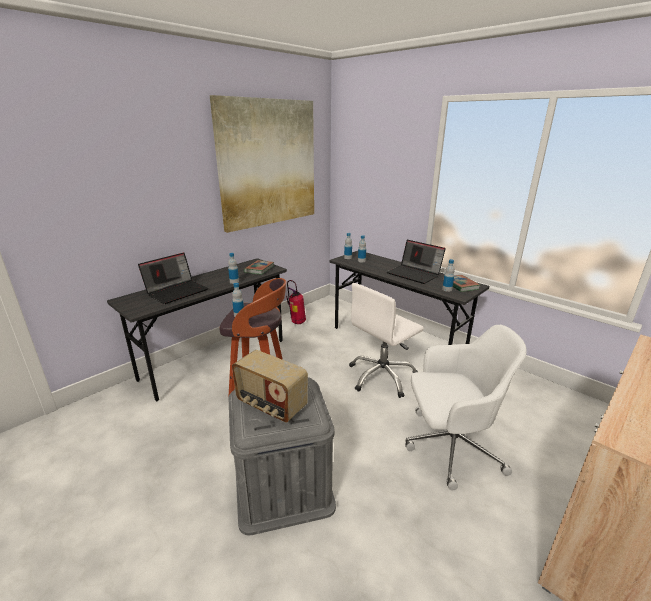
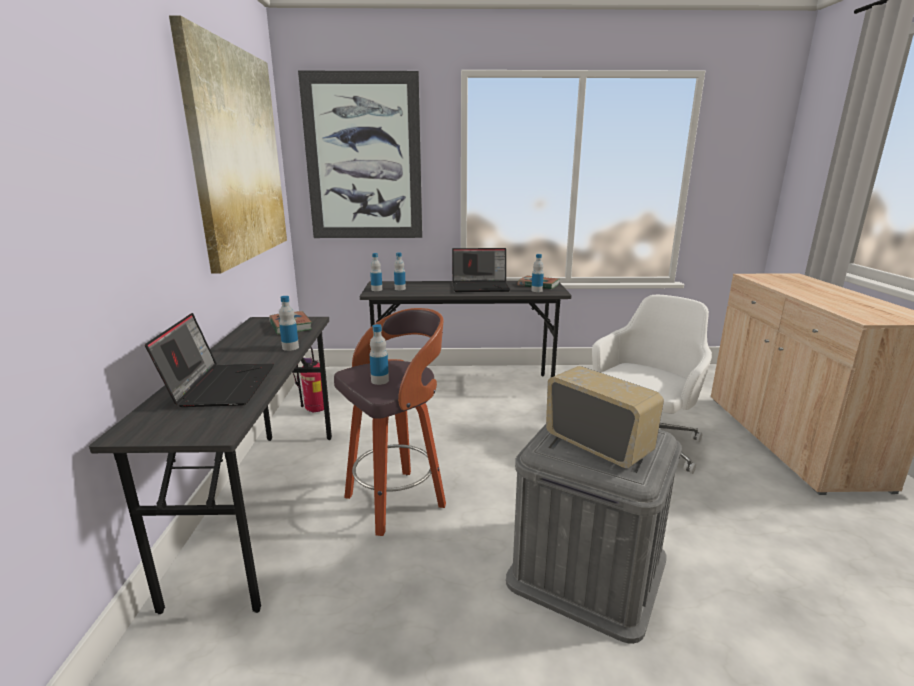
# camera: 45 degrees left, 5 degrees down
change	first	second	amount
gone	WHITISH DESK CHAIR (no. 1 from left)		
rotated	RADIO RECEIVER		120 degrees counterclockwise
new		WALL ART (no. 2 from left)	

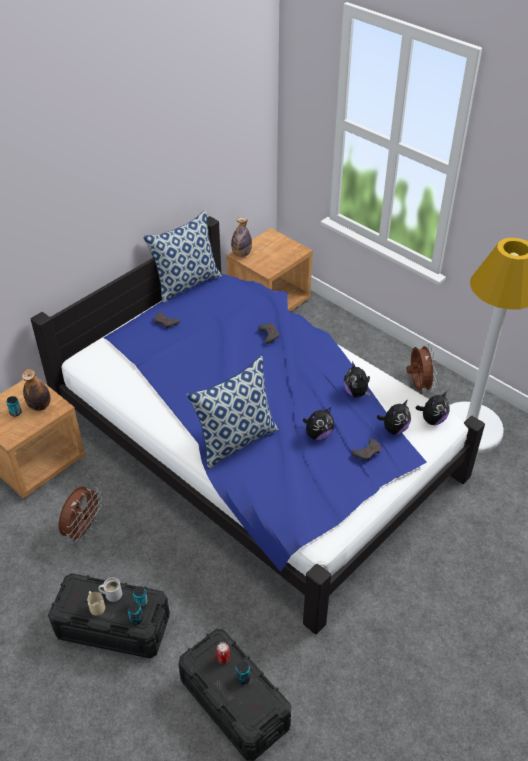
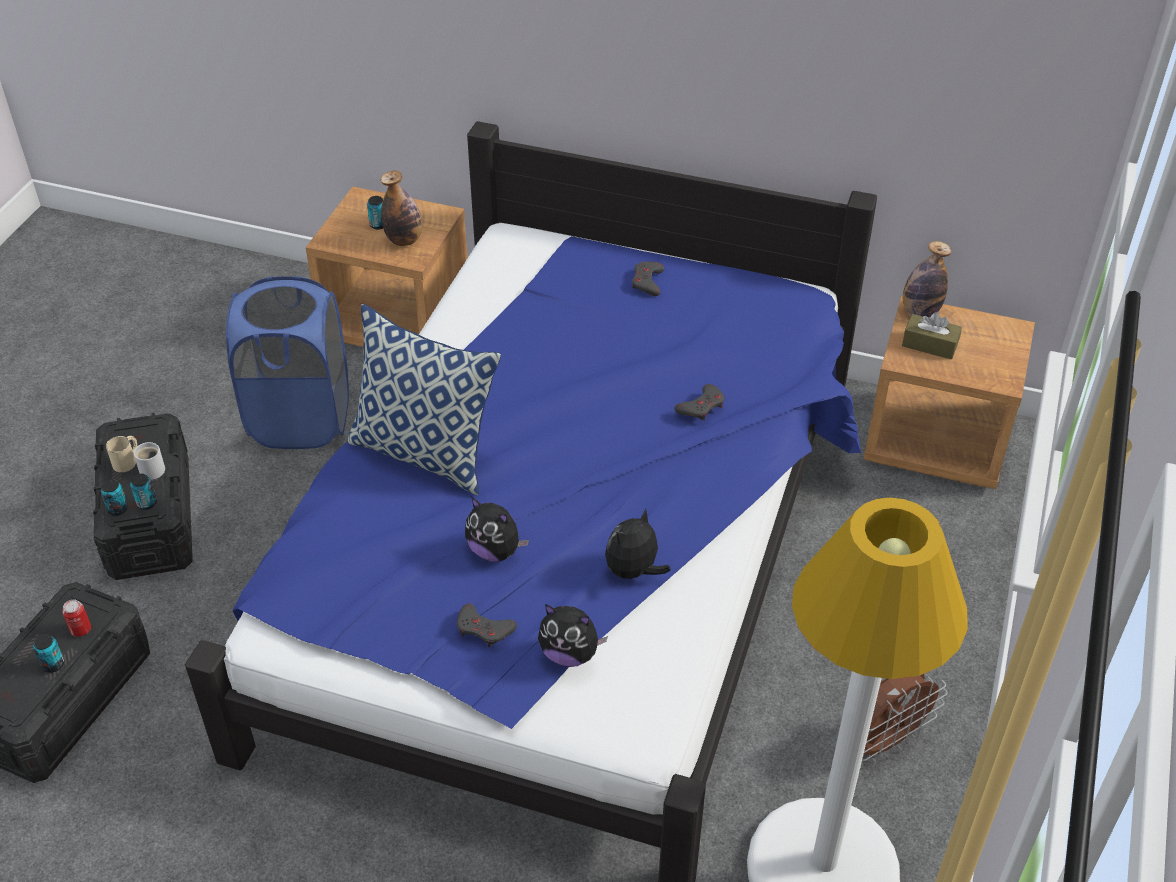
# camera: 65 degrees right, 0 degrees up
change	first	second	amount
gone	PILLOW (no. 1 from left)		
gone	CUDDLY TOY (no. 4 from left)		
swapped	BROWN ELECTRIC FAN (no. 1 from left)	BLUISH LAUNDRY BASKET	
new		BROWN BOX OF TISSUES	

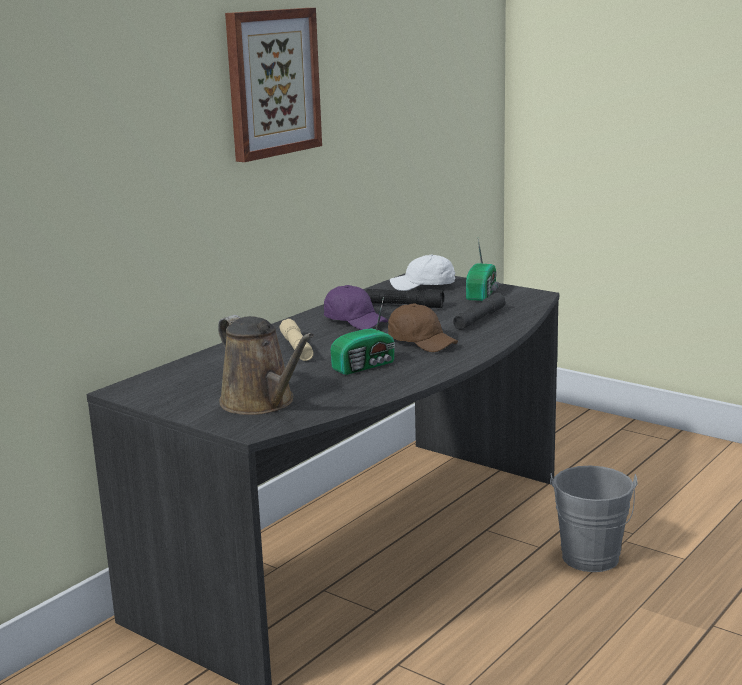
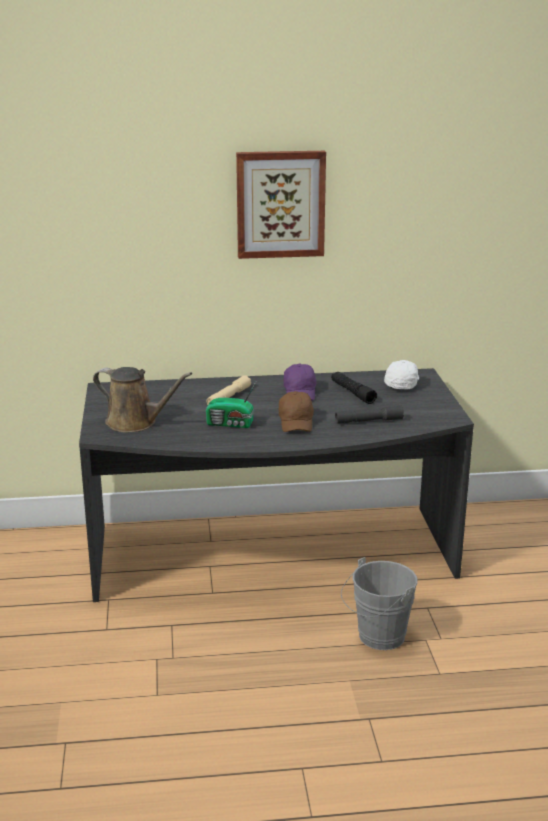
# camera: 45 degrees right, 5 degrees up
change	first	second	amount
gone	RADIO RECEIVER (no. 2 from left)		
rotated	WHITISH PEAKED CAP		60 degrees clockwise
rotated	BROWN WATERING CAN		75 degrees counterclockwise

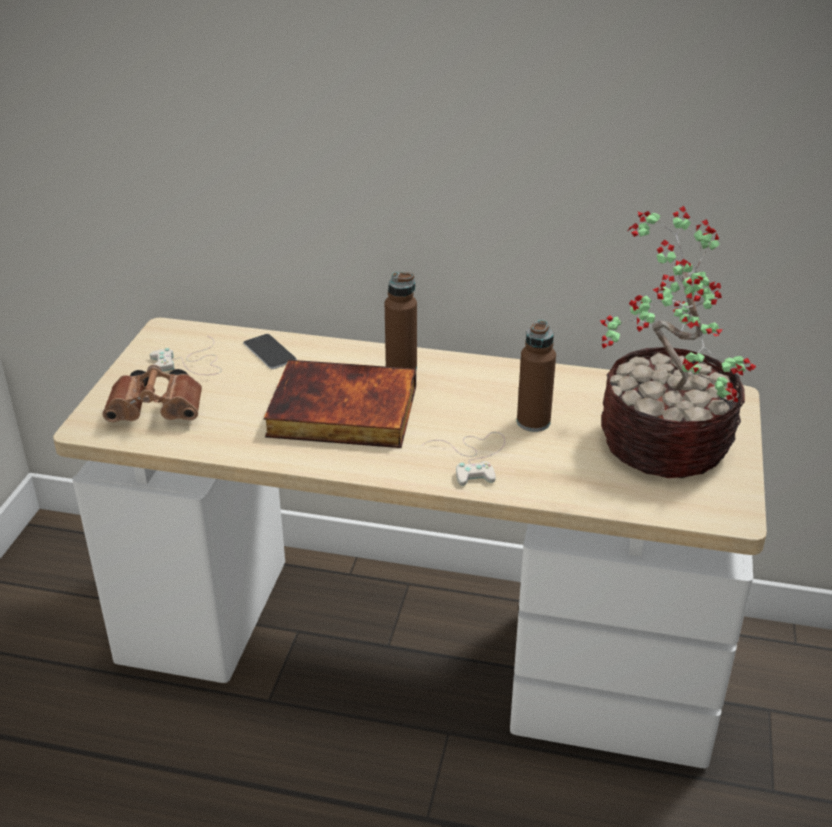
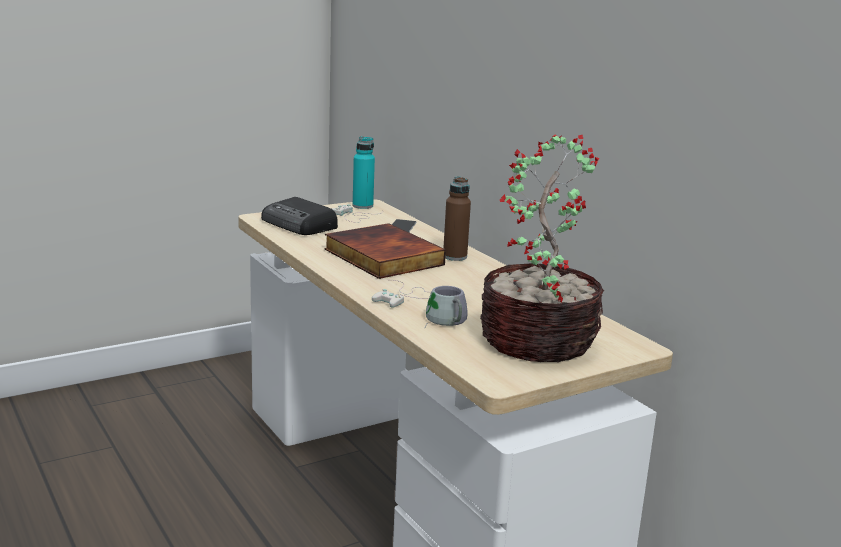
# camera: 45 degrees right, 15 degrees down
change	first	second	amount
gone	BROWN BOTTLE (no. 2 from left)		
swapped	BROWN BINOCULARS	RADIO RECEIVER	
new		TURQUOISE-COLOURED BOTTLE	
new		GREY TEA MUG	

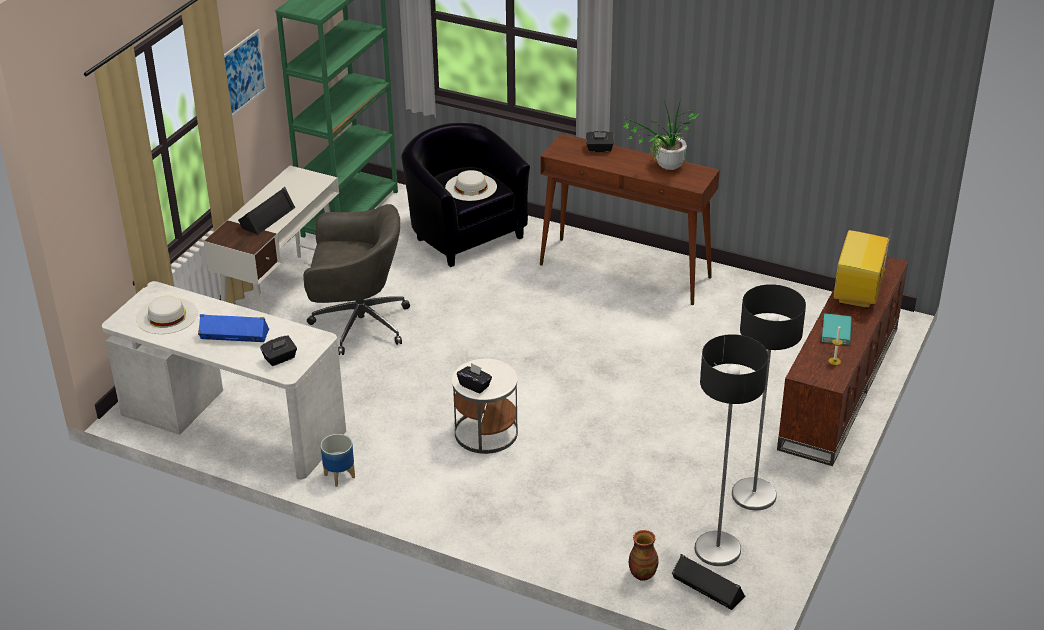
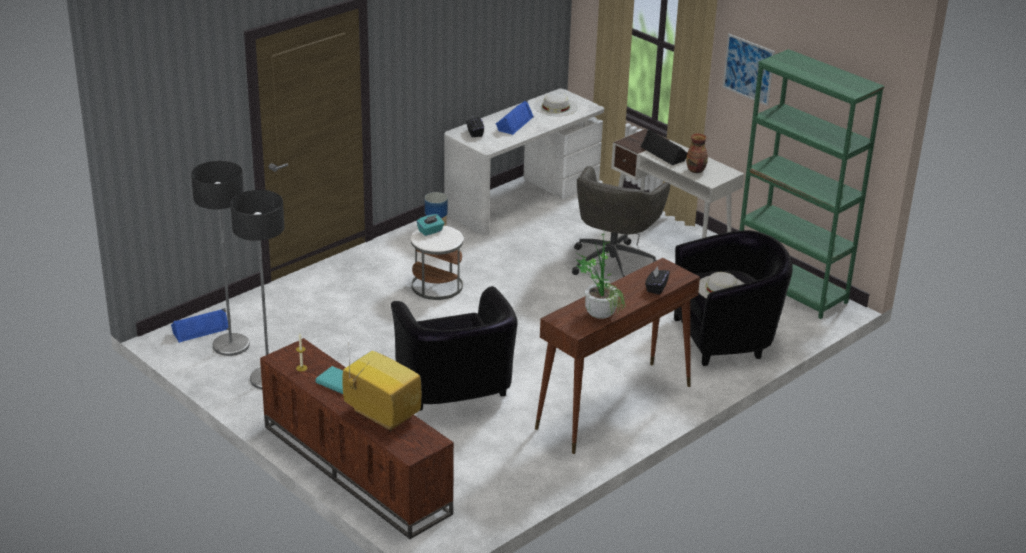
# camera: 110 degrees right, 5 degrees down
change	first	second	amount
repainted	BLACK BOX OF TISSUES (no. 2 from left)	TURQUOISE-COLOURED BOX OF TISSUES	
shifted	DECORATIVE VASE		
repainted	BLACK LOUDSPEAKER (no. 2 from left)	BLUISH LOUDSPEAKER (no. 1 from left)	
new		BLACK EASY CHAIR (no. 1 from left)	

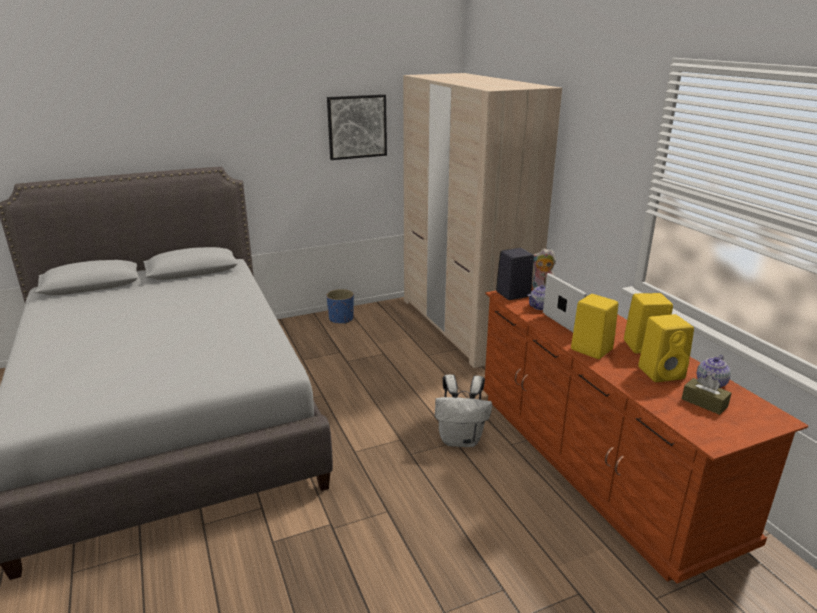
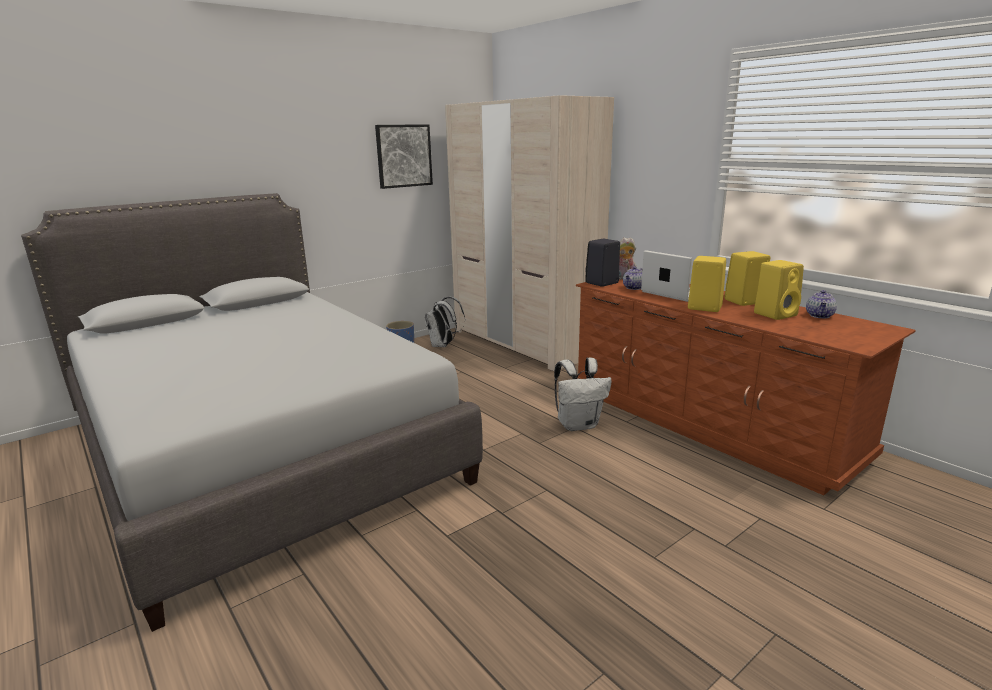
# camera: 15 degrees left, 5 degrees down
change	first	second	amount
gone	BROWN BOX OF TISSUES		
new		WHITISH BACKPACK (no. 1 from left)	

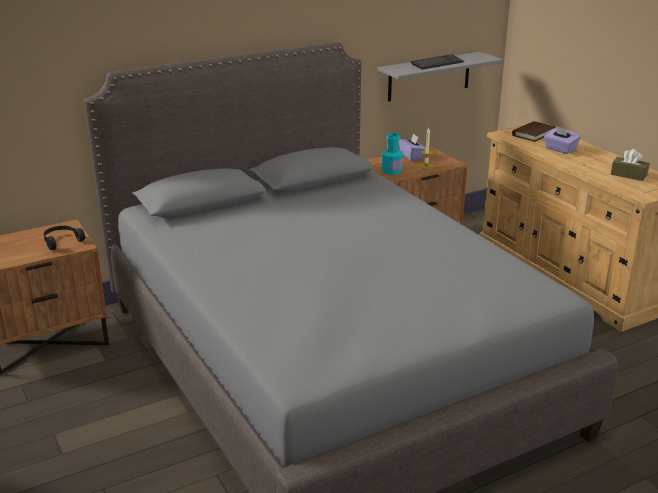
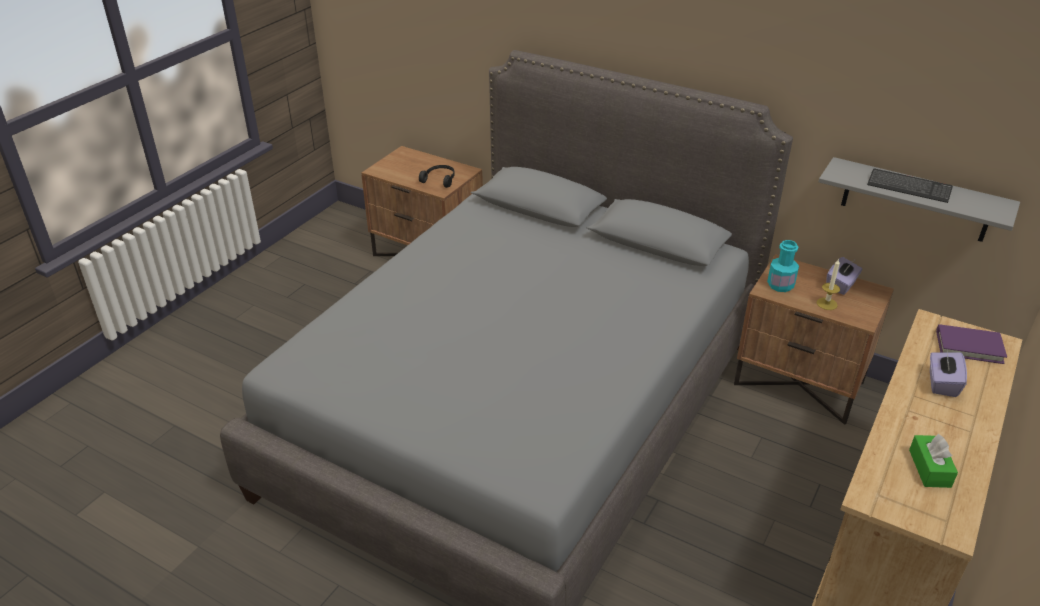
# camera: 60 degrees right, 10 degrees up
change	first	second	amount
repainted	BROWN BOOK	PURPLE-COLOURED BOOK	
repainted	BROWN BOX OF TISSUES	GREEN BOX OF TISSUES	

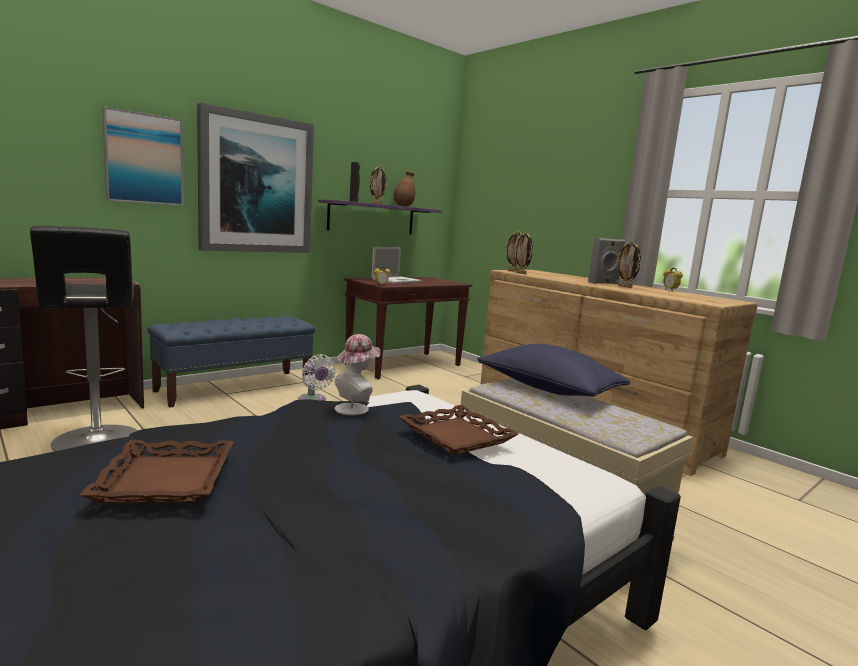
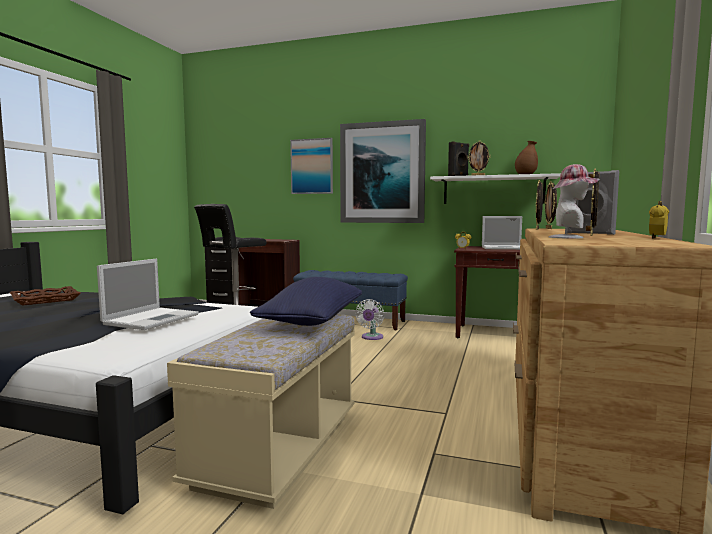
# camera: 60 degrees right, 5 degrees down
change	first	second	amount
repainted	PURPLE-COLOURED BRACKET SHELF	WHITISH BRACKET SHELF	
shifted	CLOTHING HAT		
swapped	BROWN SERVING TRAY (no. 2 from left)	NOTEBOOK COMPUTER (no. 1 from left)	

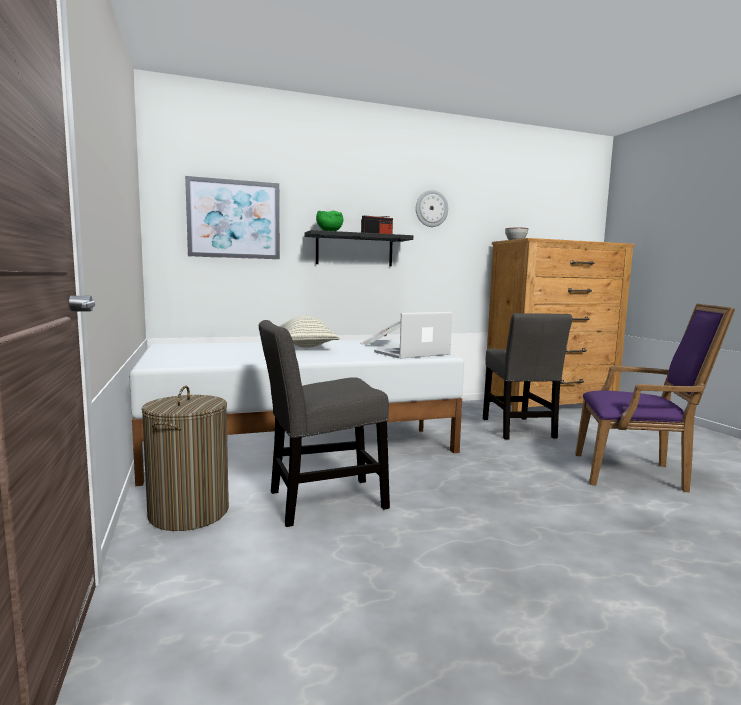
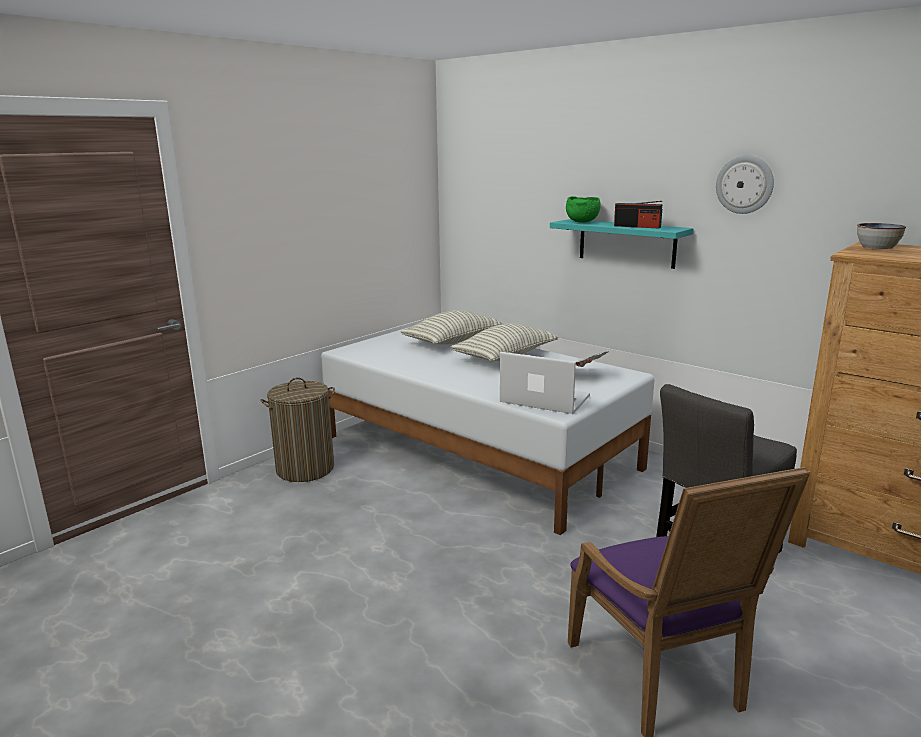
# camera: 60 degrees right, 10 degrees up
change	first	second	amount
gone	WALL ART		
repainted	BLACK BRACKET SHELF	TURQUOISE-COLOURED BRACKET SHELF	
gone	GREY CHAIR (no. 1 from left)		
new		PILLOW (no. 1 from left)	

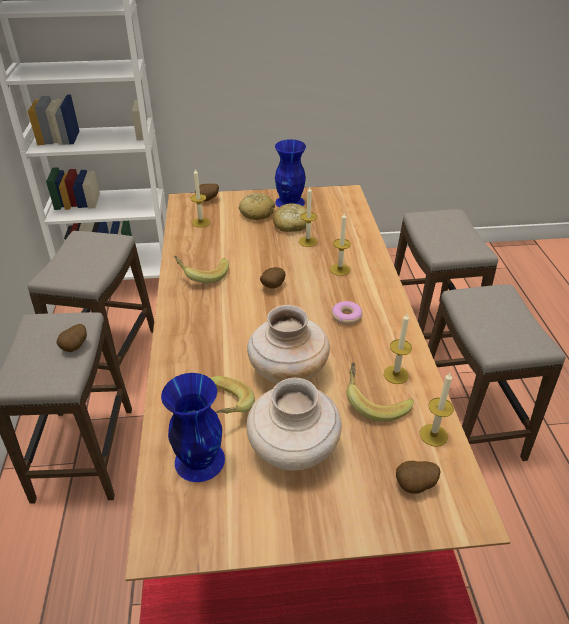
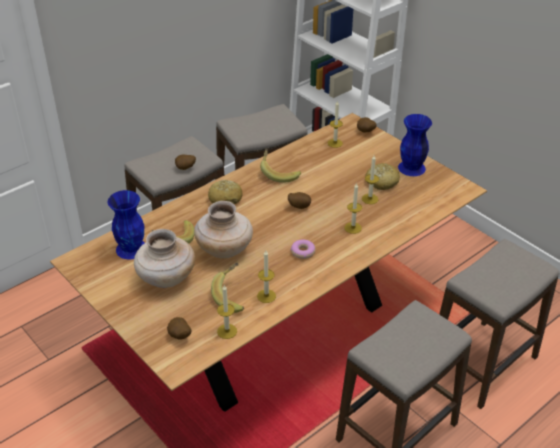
# camera: 55 degrees right, 0 degrees up
change	first	second	amount
shifted	BAKERY BREAD (no. 1 from left)		

